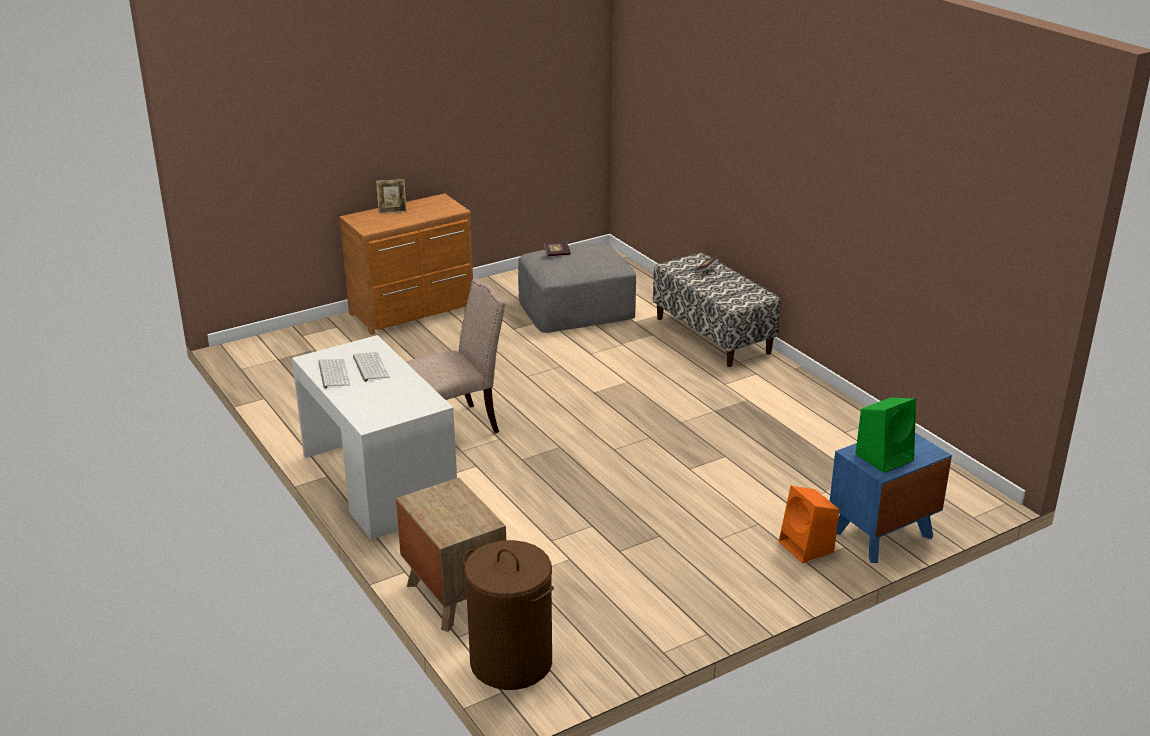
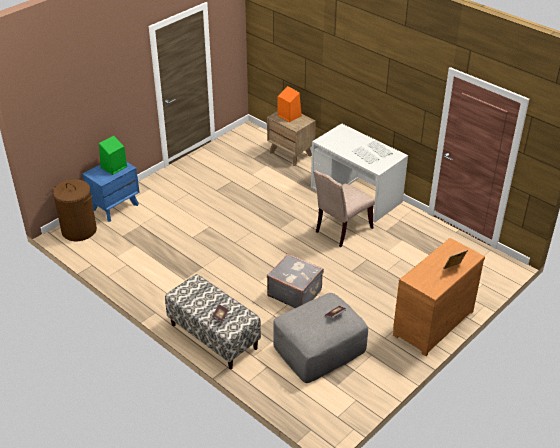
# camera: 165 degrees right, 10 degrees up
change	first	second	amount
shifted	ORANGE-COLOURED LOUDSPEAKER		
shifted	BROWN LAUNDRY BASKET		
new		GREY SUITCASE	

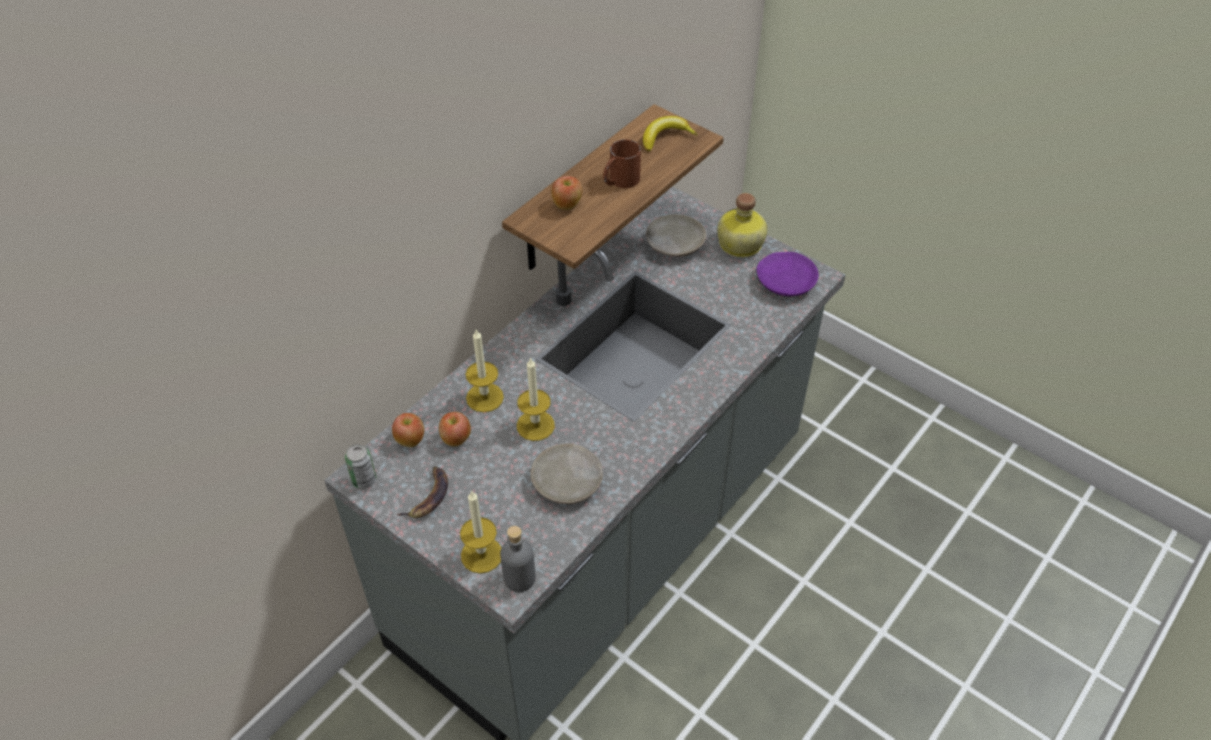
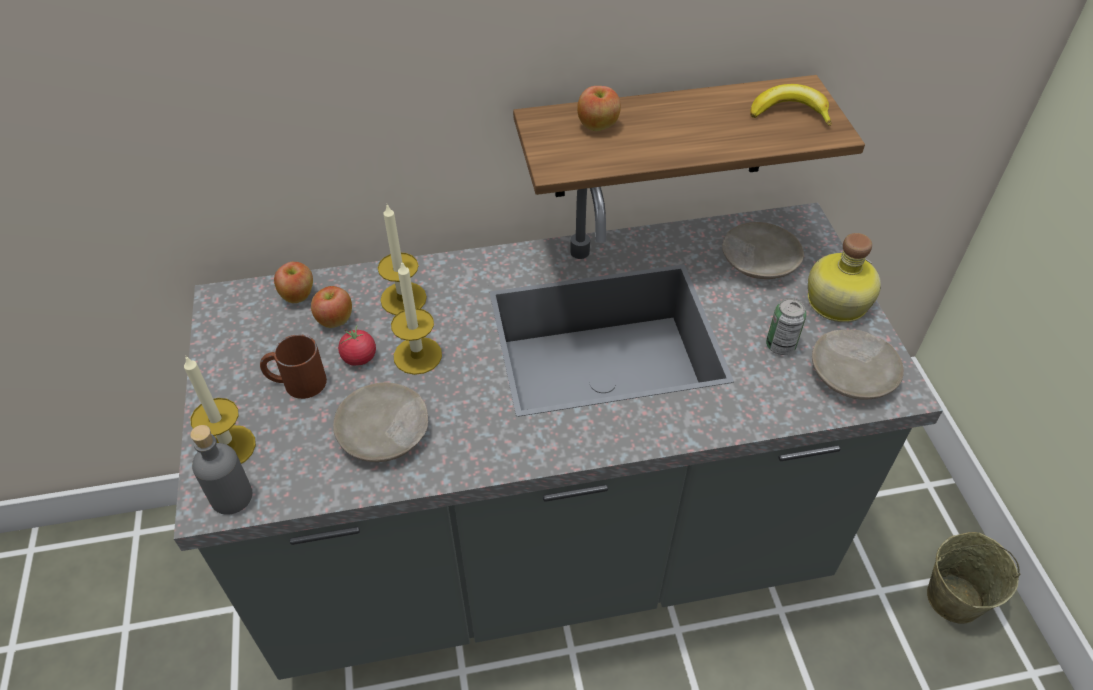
# camera: 40 degrees right, 0 degrees up
change	first	second	amount
shifted	BROWN TEA MUG		
repainted	PURPLE-COLOURED PLATE	SAND-COLOURED PLATE (no. 3 from left)	
shifted	CAN		
gone	WHOLE BANANA (no. 1 from left)		
new		TOMATO	
new		SAND-COLOURED BUCKET	

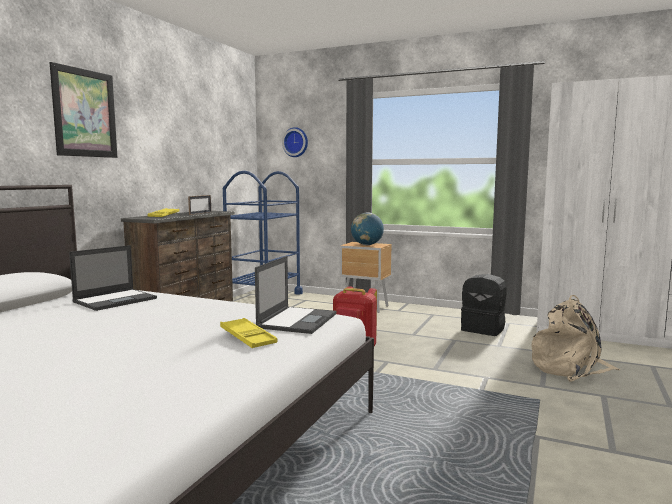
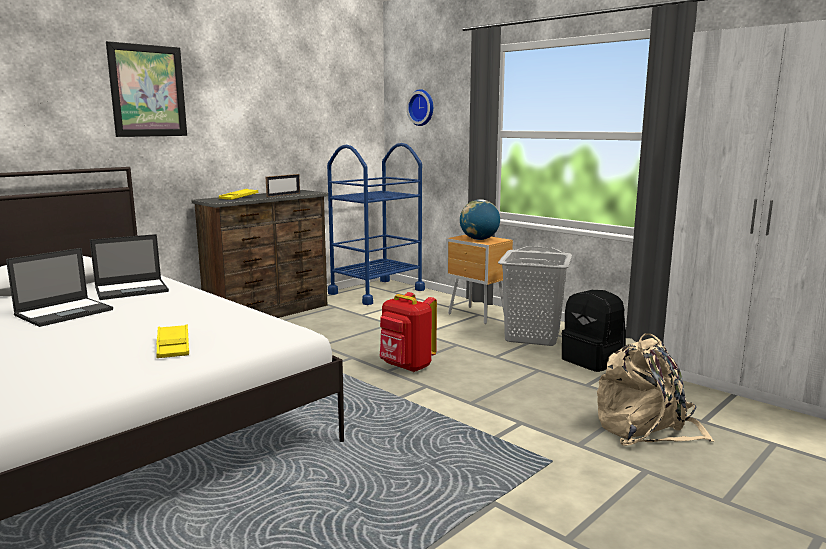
# camera: 20 degrees right, 5 degrees up
change	first	second	amount
shifted	NOTEBOOK COMPUTER (no. 2 from left in the first image)	NOTEBOOK COMPUTER (no. 1 from left)	
new		GREY LAUNDRY BASKET	

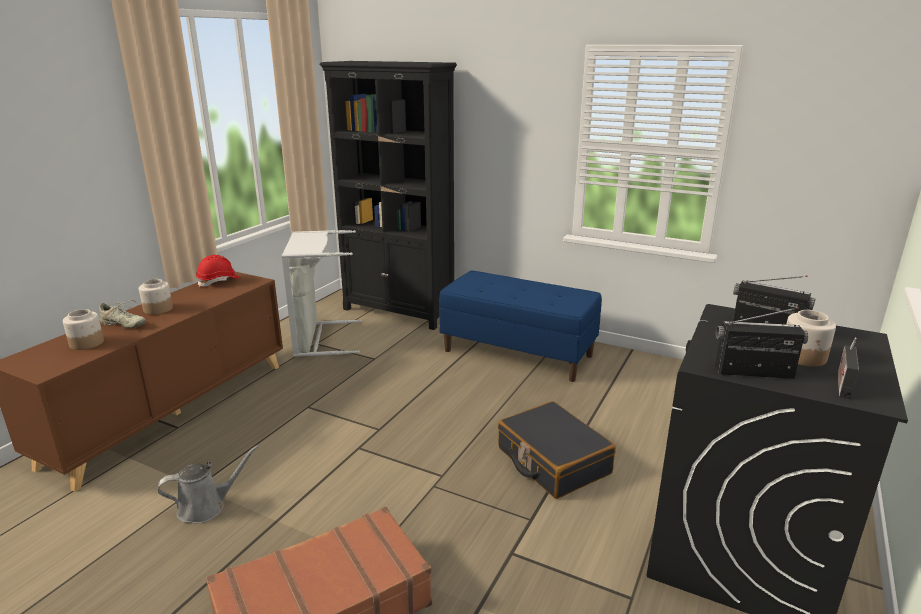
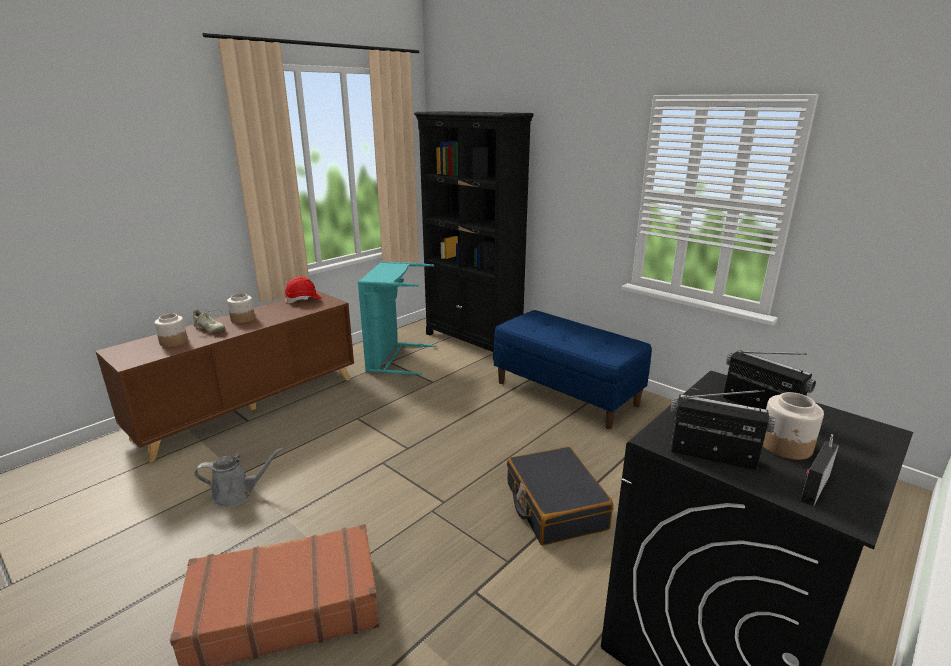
# camera: 15 degrees right, 0 degrees up
change	first	second	amount
repainted	GREY LAUNDRY BASKET	TURQUOISE-COLOURED LAUNDRY BASKET	

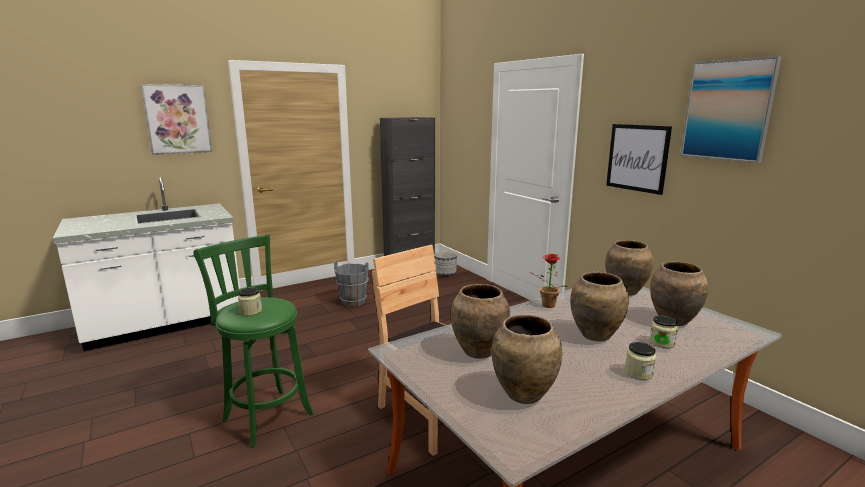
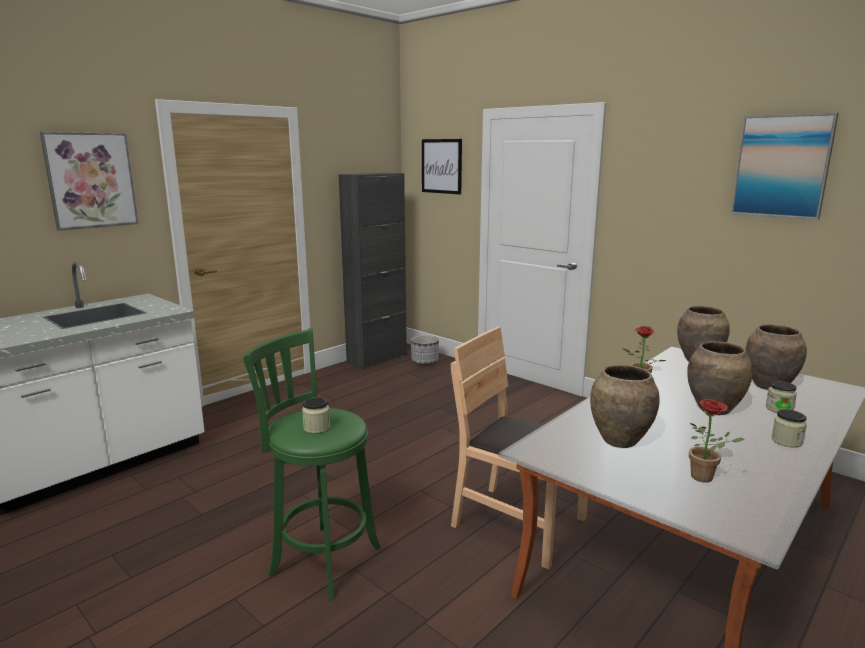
# camera: 15 degrees left, 0 degrees up
change	first	second	amount
shifted	WALL ART (no. 2 from left)		
gone	GREY BUCKET		
swapped	BROWN DECORATIVE VASE (no. 2 from left)	HOUSEPLANT (no. 2 from left)	

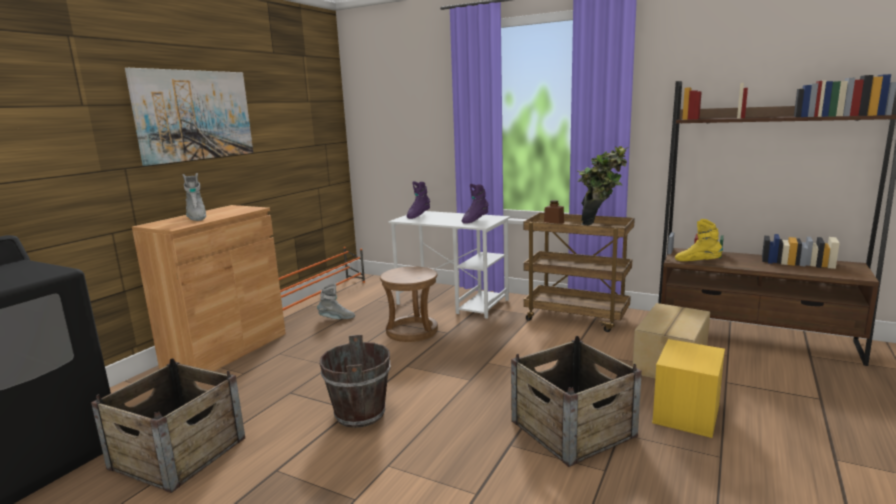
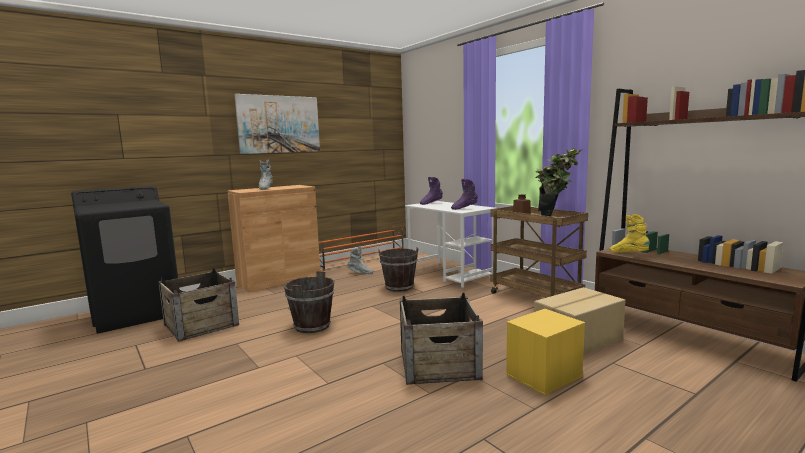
# camera: 25 degrees right, 5 degrees down
change	first	second	amount
swapped	BROWN STOOL SEAT	BROWN BUCKET (no. 2 from left)	

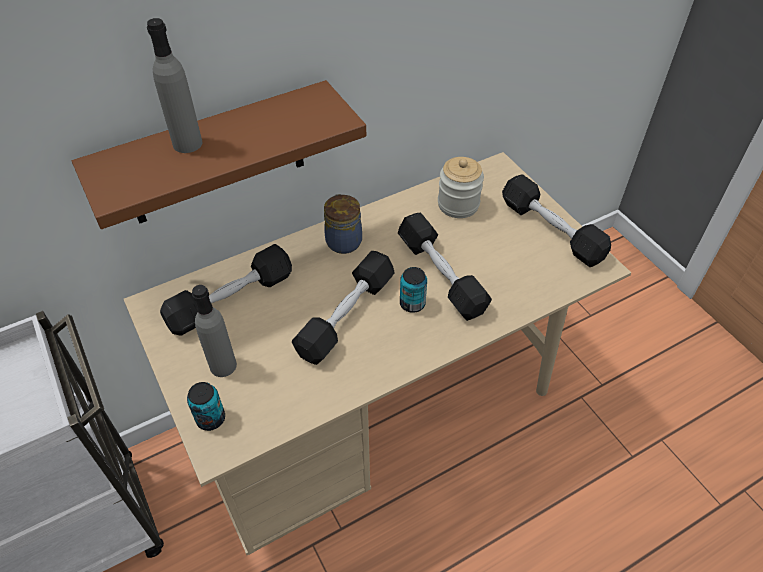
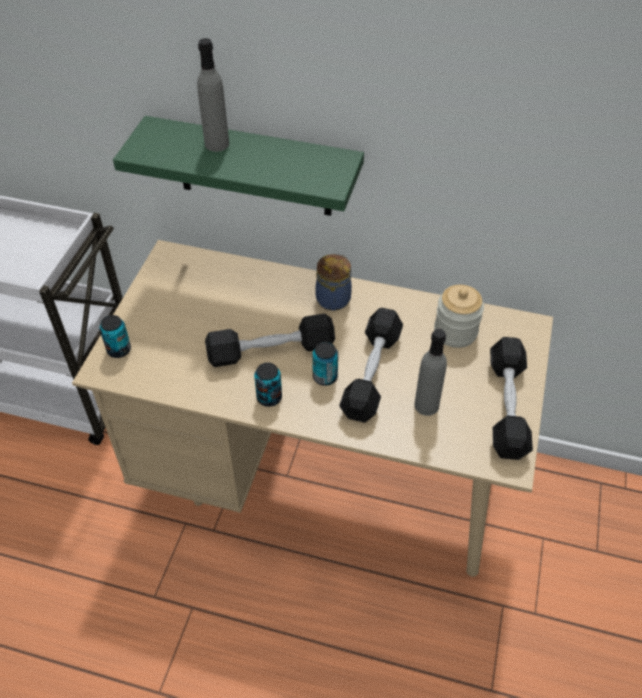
# camera: 45 degrees right, 0 degrees up
change	first	second	amount
repainted	BROWN BRACKET SHELF	GREEN BRACKET SHELF	
gone	BLACK DUMBBELL (no. 1 from left)		
shifted	GREY BOTTLE (no. 2 from left)		
new		CAN (no. 2 from left)	

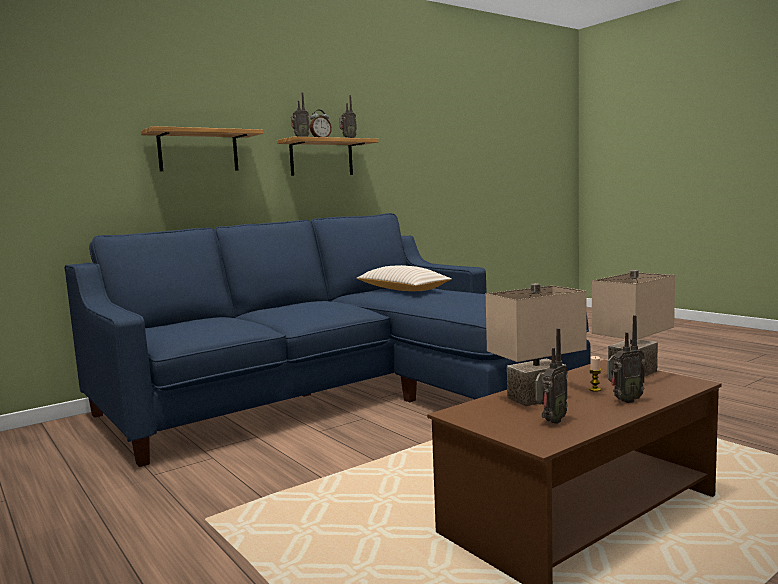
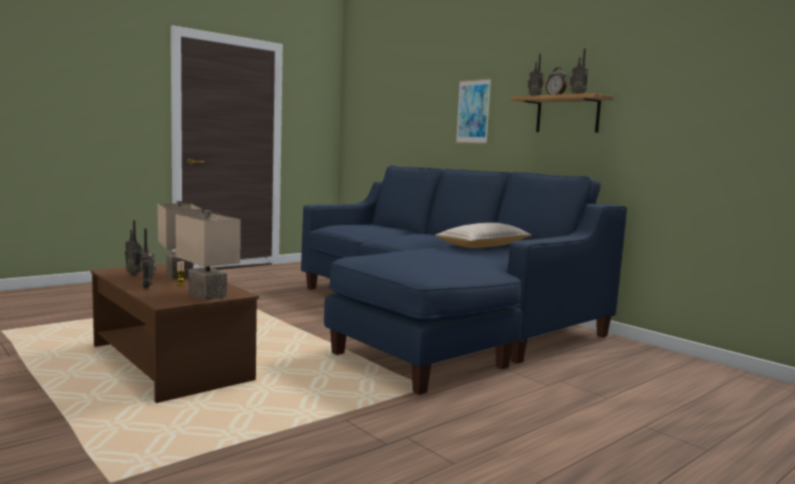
# camera: 85 degrees right, 0 degrees up
change	first	second	amount
swapped	BRACKET SHELF (no. 1 from left)	WALL ART	

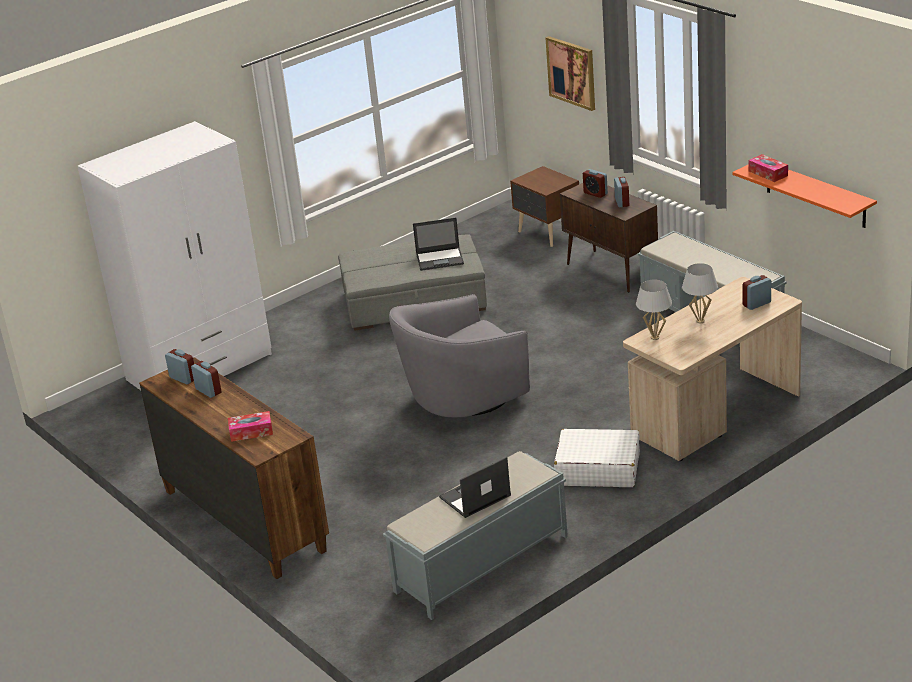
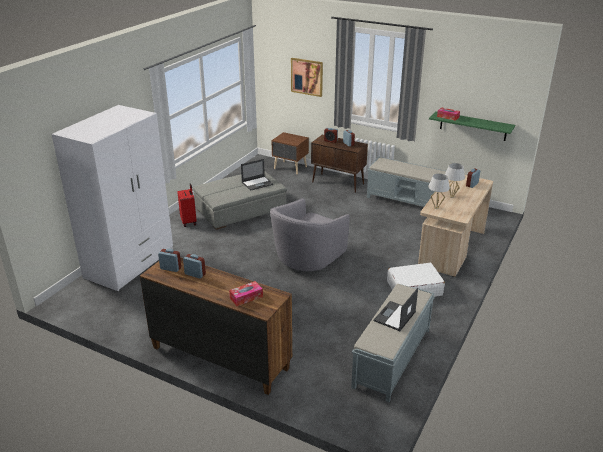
# camera: 25 degrees left, 0 degrees up
change	first	second	amount
repainted	ORANGE-COLOURED BRACKET SHELF	GREEN BRACKET SHELF	
new		RED SUITCASE	

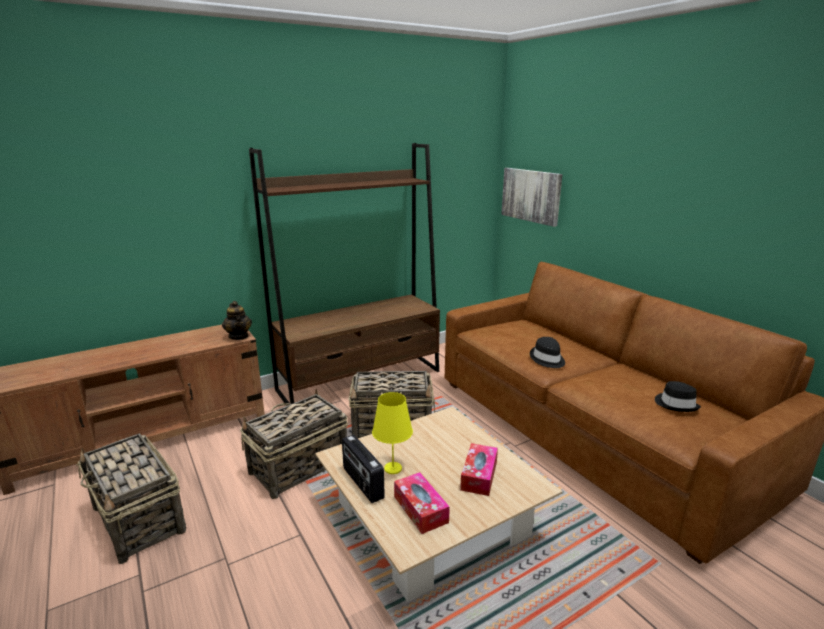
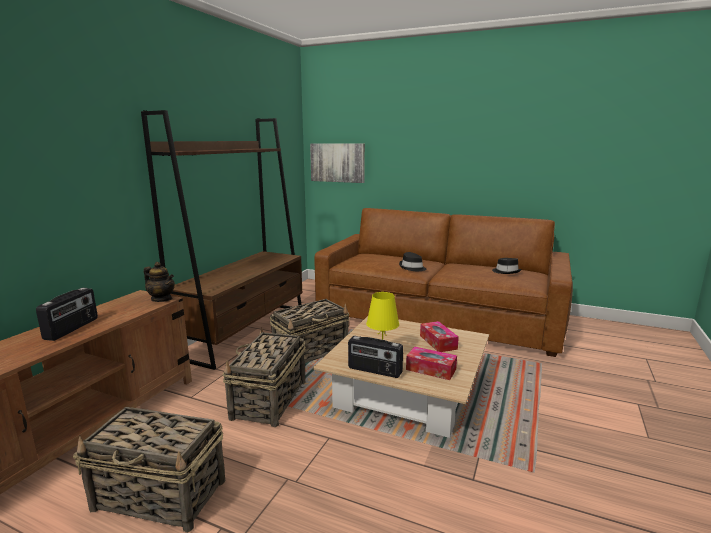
# camera: 35 degrees left, 5 degrees down
change	first	second	amount
new		RADIO RECEIVER (no. 1 from left)	

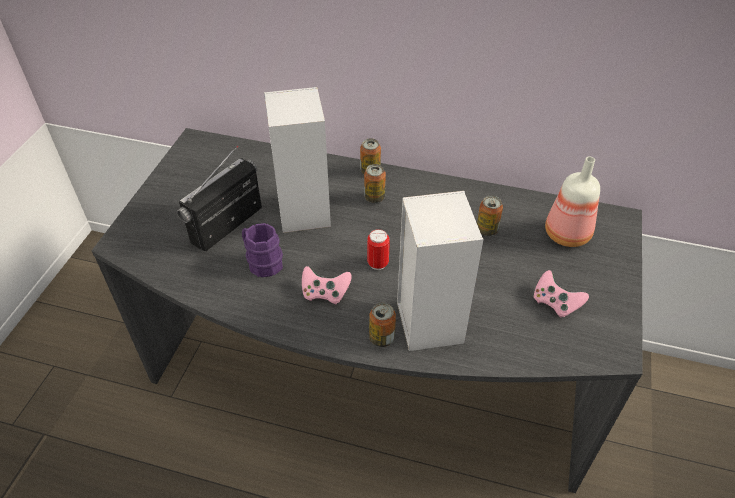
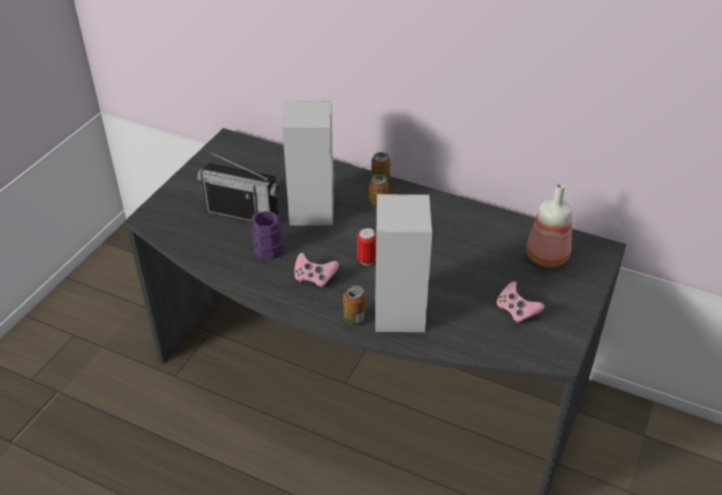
# camera: 10 degrees right, 5 degrees down
change	first	second	amount
rotated	RADIO RECEIVER		120 degrees counterclockwise
gone	CAN (no. 5 from left)		

